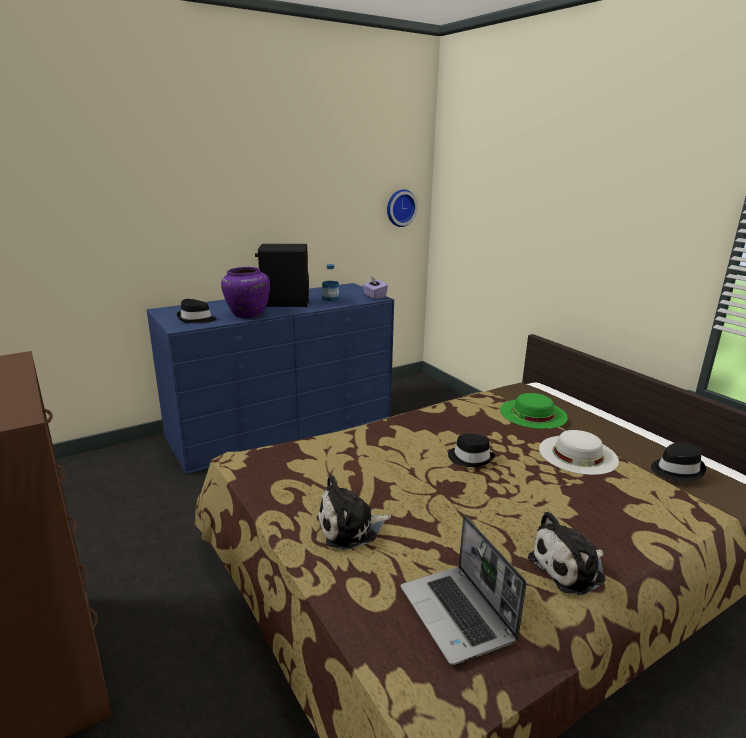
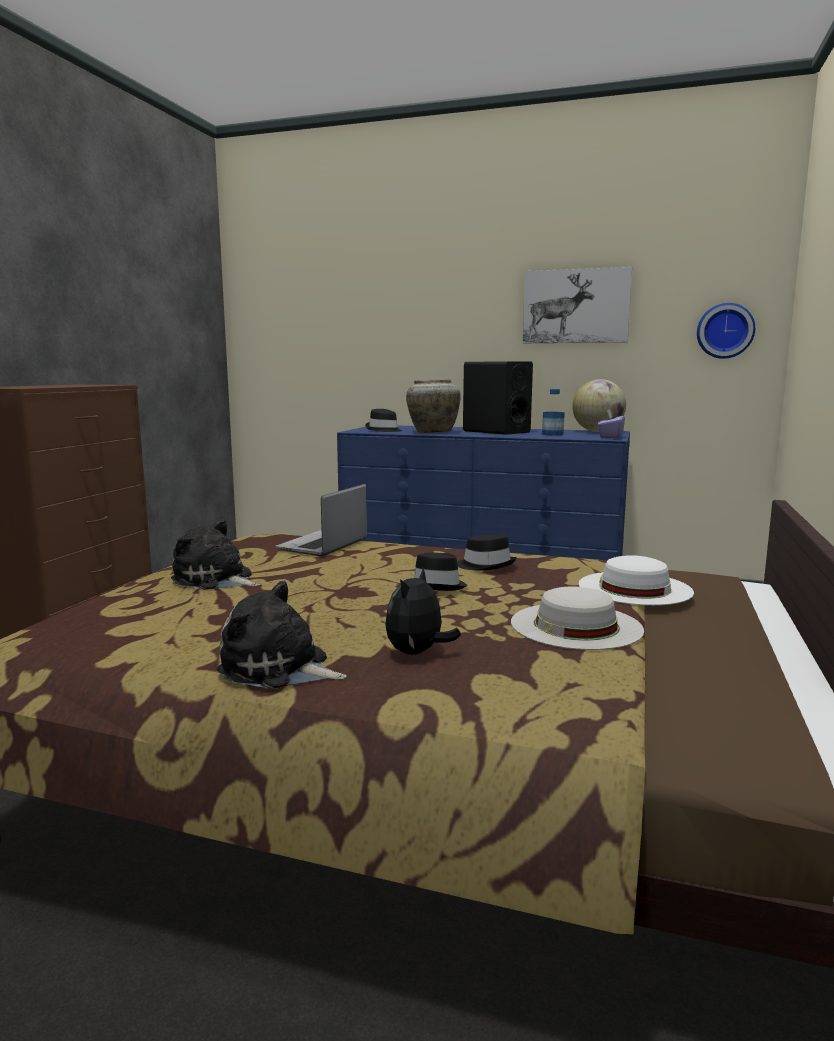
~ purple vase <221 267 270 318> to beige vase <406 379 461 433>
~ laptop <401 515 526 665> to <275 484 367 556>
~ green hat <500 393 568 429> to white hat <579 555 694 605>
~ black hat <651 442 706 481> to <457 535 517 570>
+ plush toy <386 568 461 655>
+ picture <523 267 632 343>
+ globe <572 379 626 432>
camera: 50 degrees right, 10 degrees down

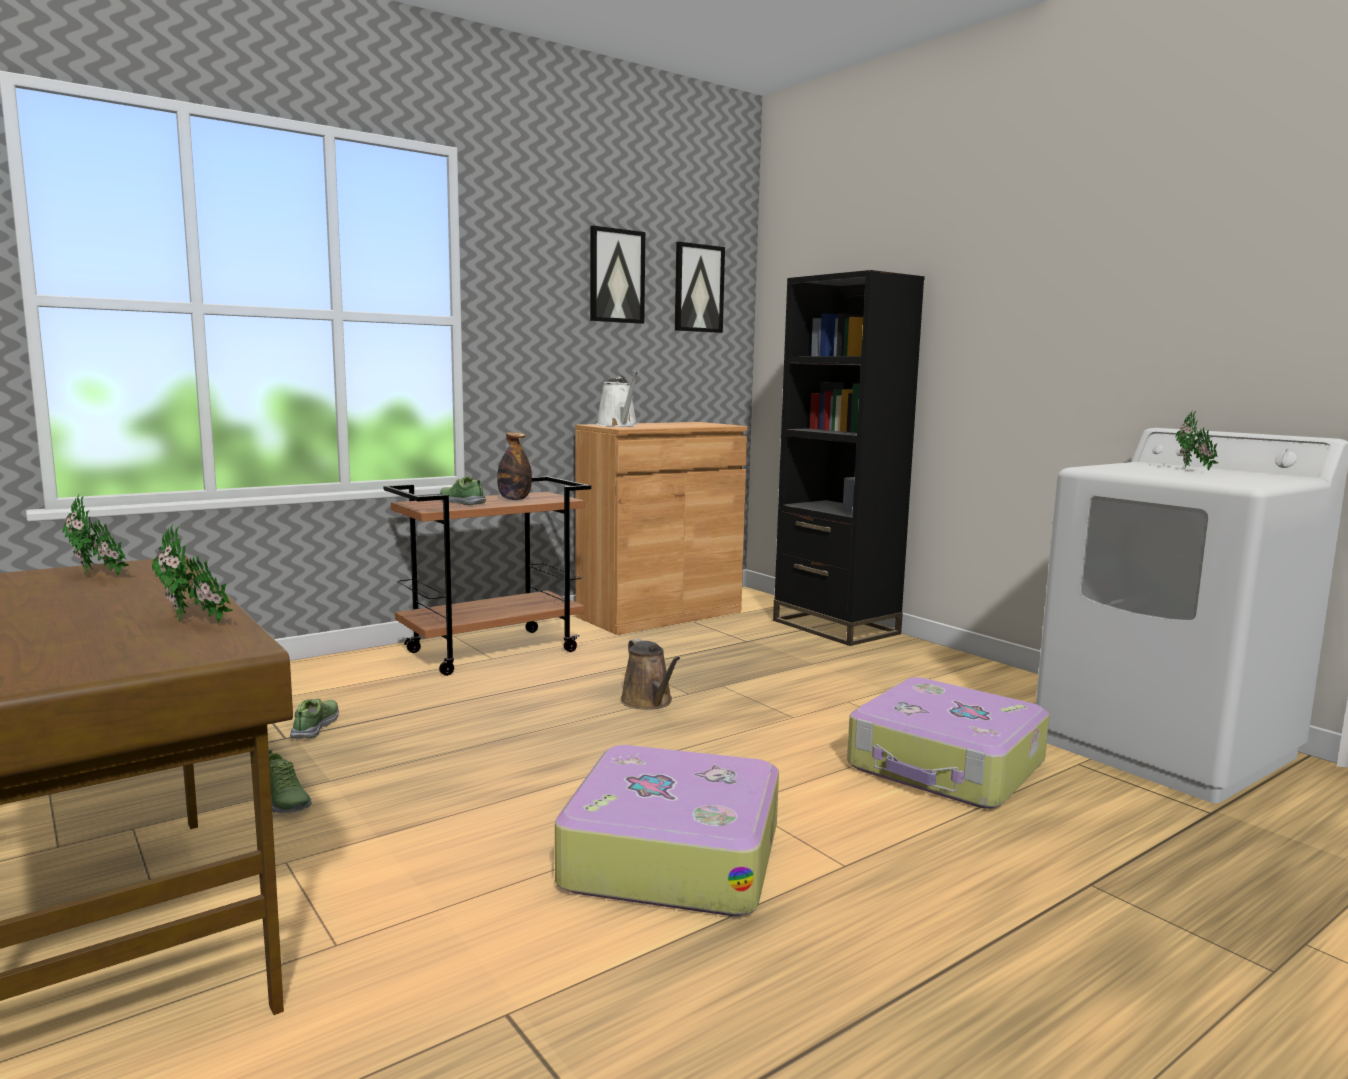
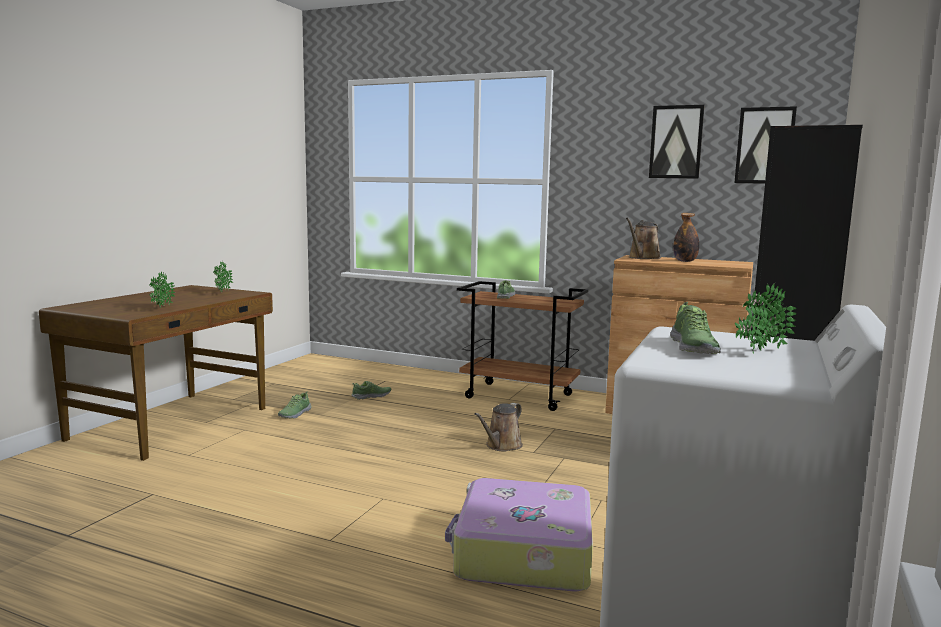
~ bottle <497 432 532 500> to <673 213 699 262>
- suitcase <555 745 779 916>
~ white watering can <597 372 638 427> to brown watering can <626 218 661 259>
+ shoe <670 302 721 354>
camera: 60 degrees right, 0 degrees up

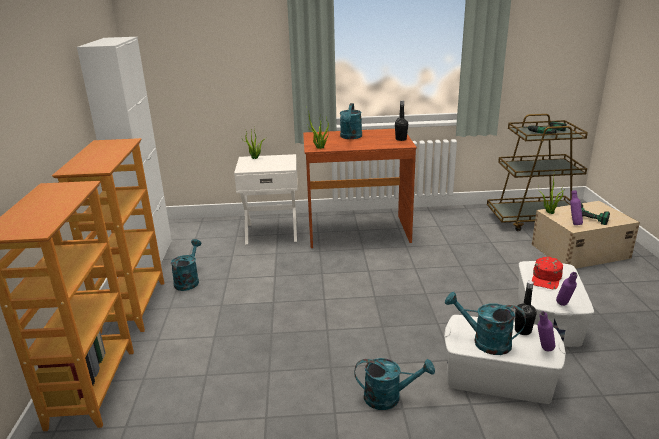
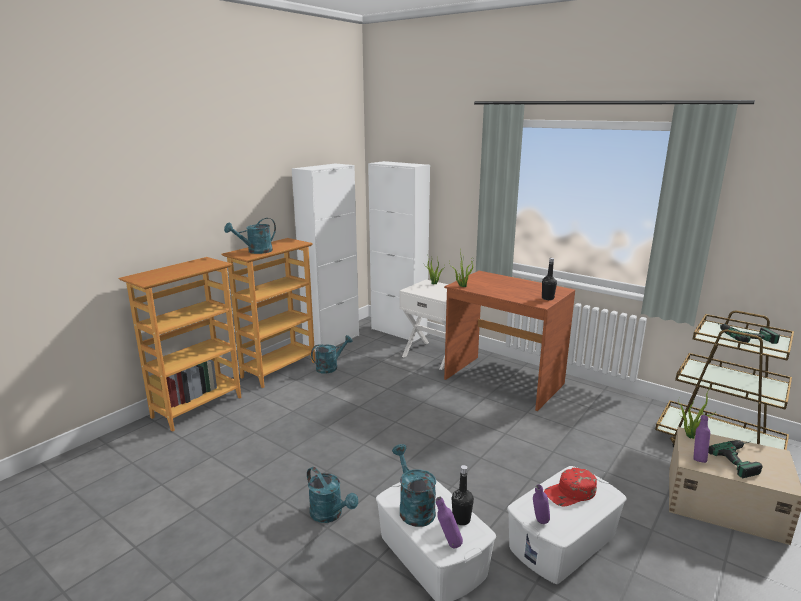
~ turquoise watering can <340 103 362 139> to <224 218 276 254>
+ white cabinet <368 161 430 342>
camera: 40 degrees right, 5 degrees down

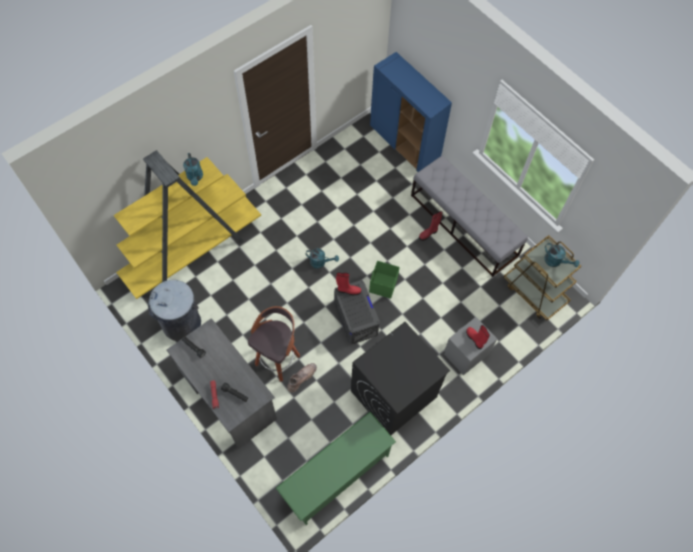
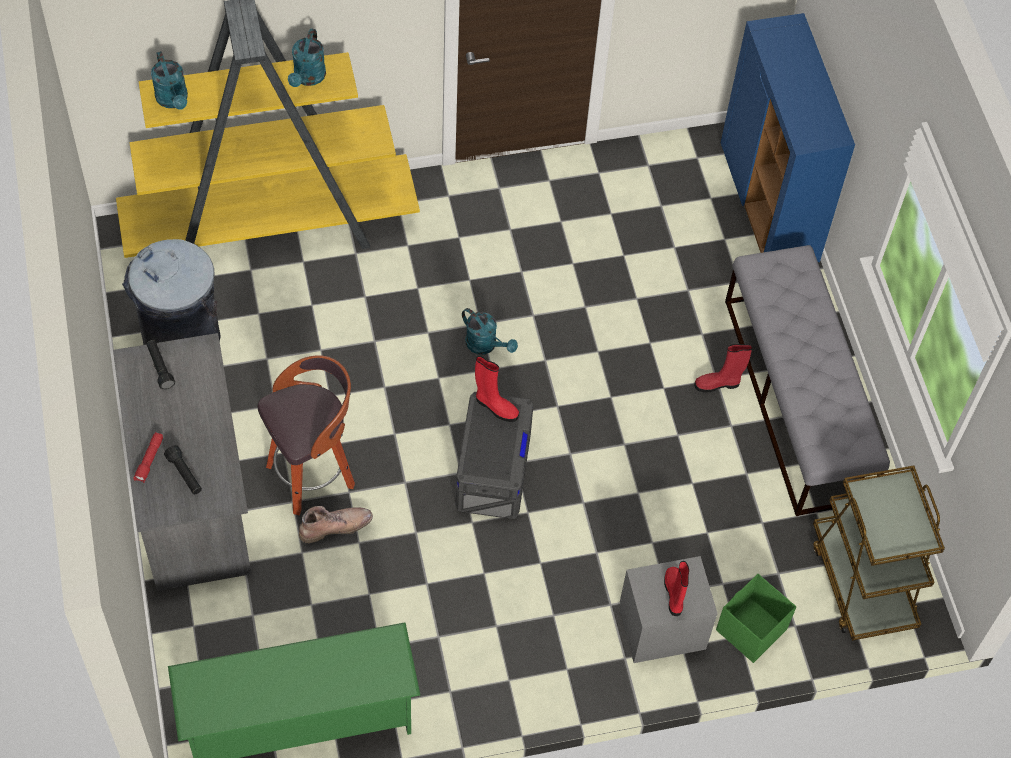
- black washing machine <351 322 450 435>
~ green storage box <369 261 400 299> to <716 574 796 663>
~ turquoise watering can <544 243 579 267> to <151 51 188 110>
camera: 25 degrees right, 5 degrees down

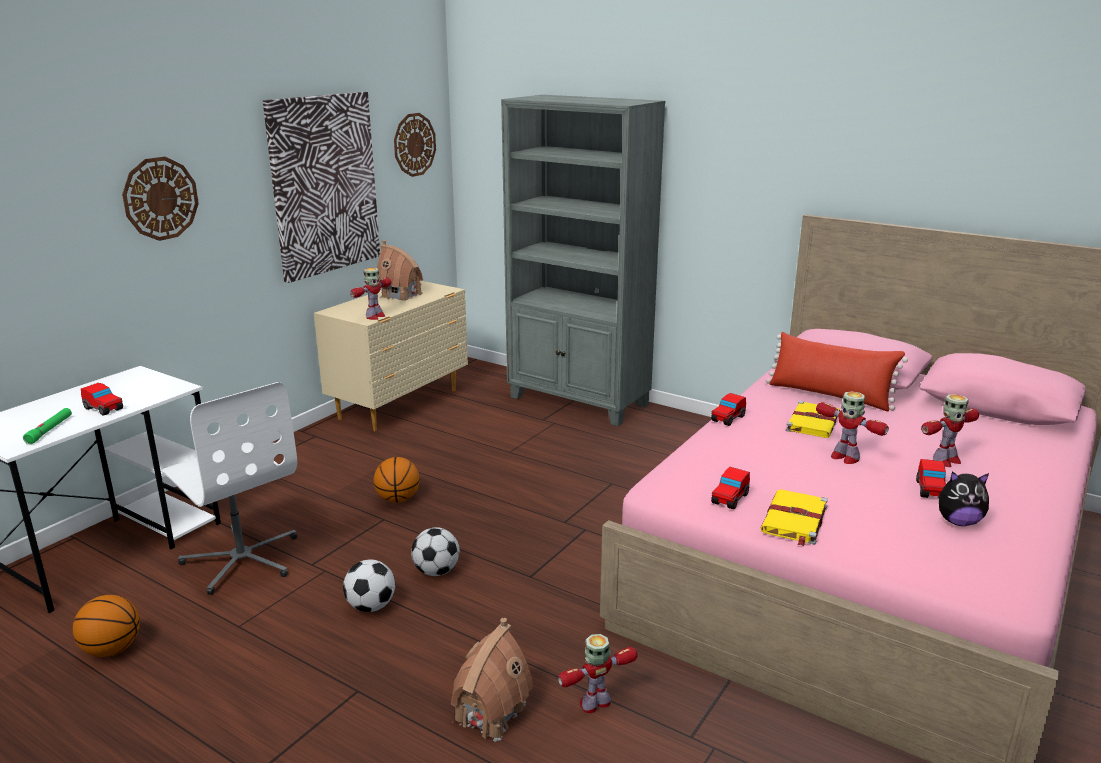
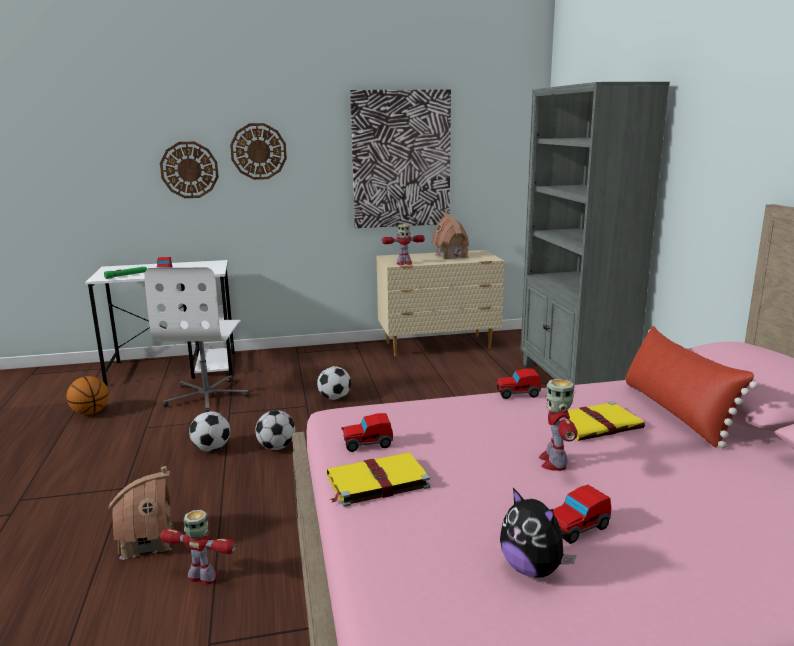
~ basketball <374 457 420 503> to football <317 366 351 400>
~ wall clock <394 113 436 177> to <160 142 219 198>
- toy robot <921 394 979 467>
camera: 45 degrees right, 5 degrees down

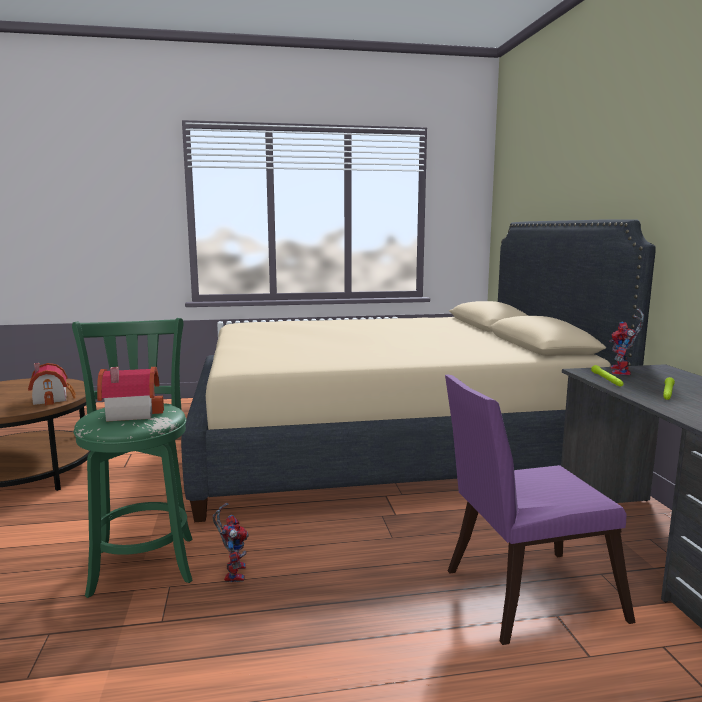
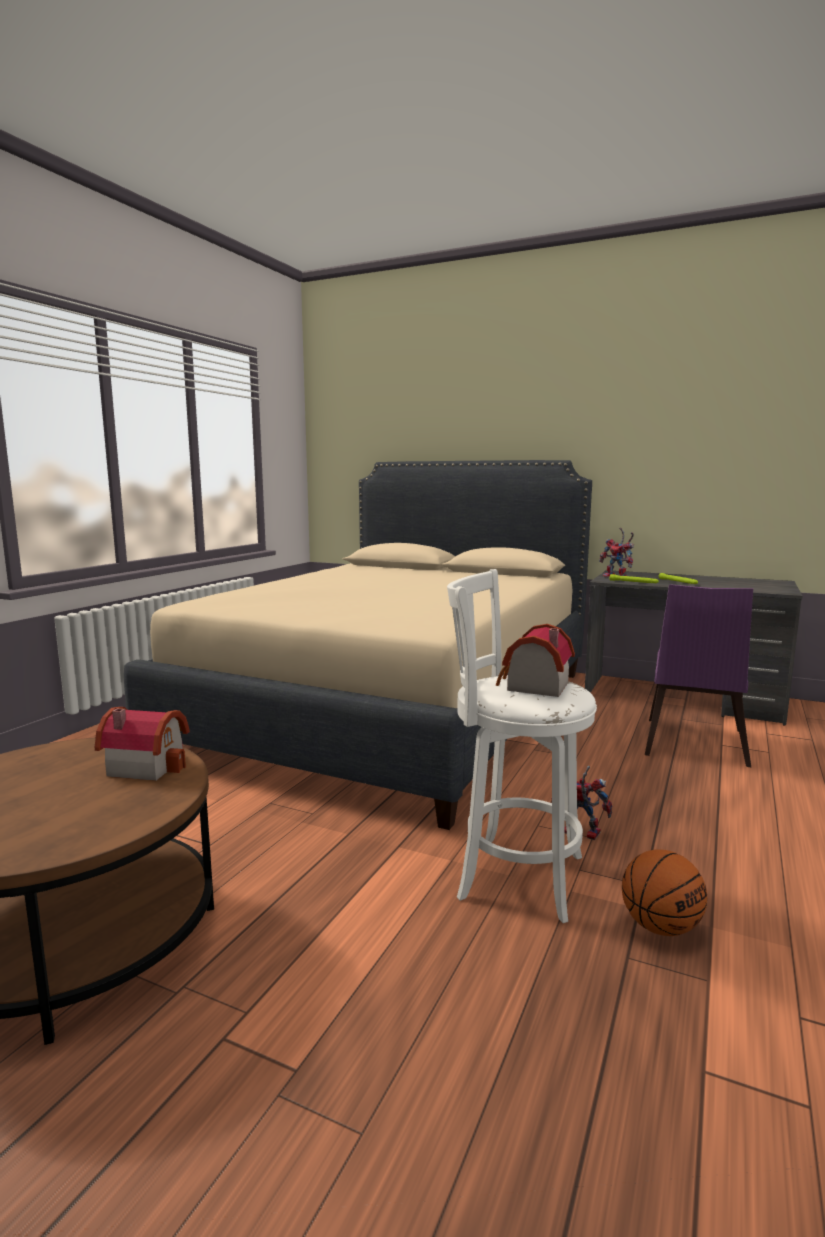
~ green stool <72 318 193 598> to white stool <447 569 597 923>
+ basketball <622 849 707 936>
camera: 55 degrees left, 0 degrees up

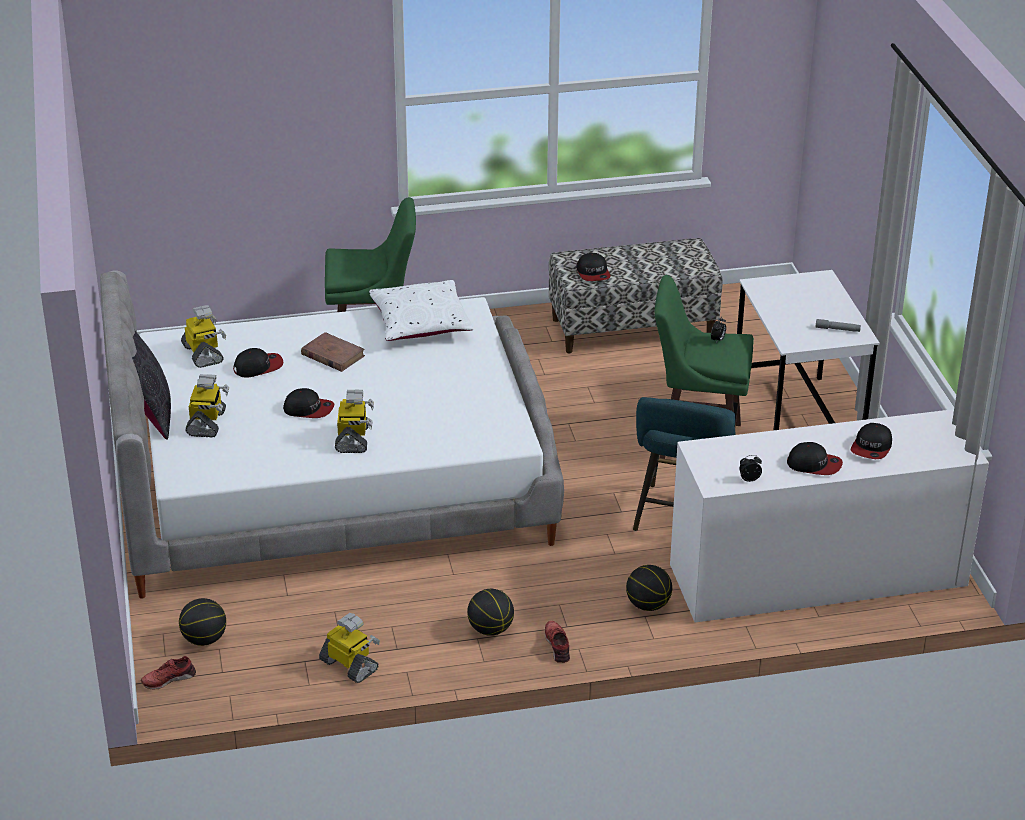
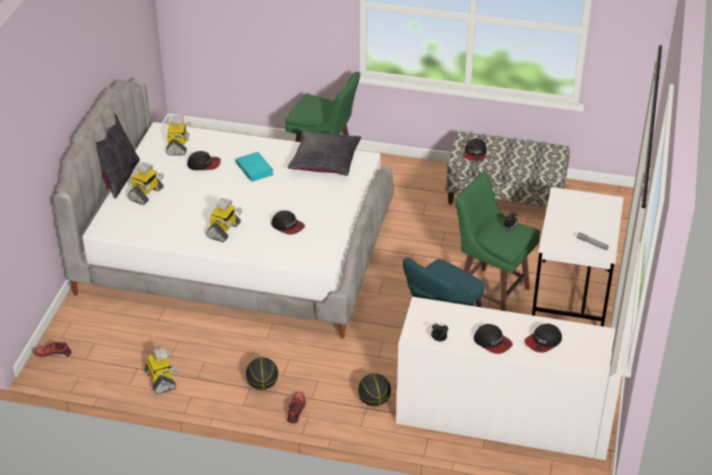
- basketball <179 598 226 646>
~ cap <283 388 334 418> to <271 210 305 235>
~ brown book <301 332 365 372> to turquoise book <235 152 274 182>
~ white pillow <369 280 474 341> to black pillow <288 130 361 176>
camera: 25 degrees right, 5 degrees up

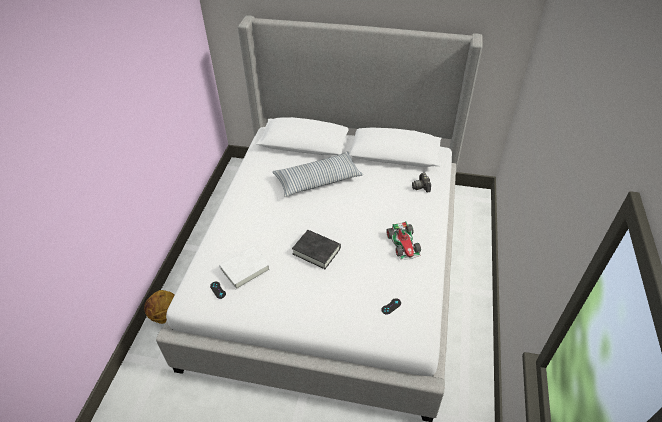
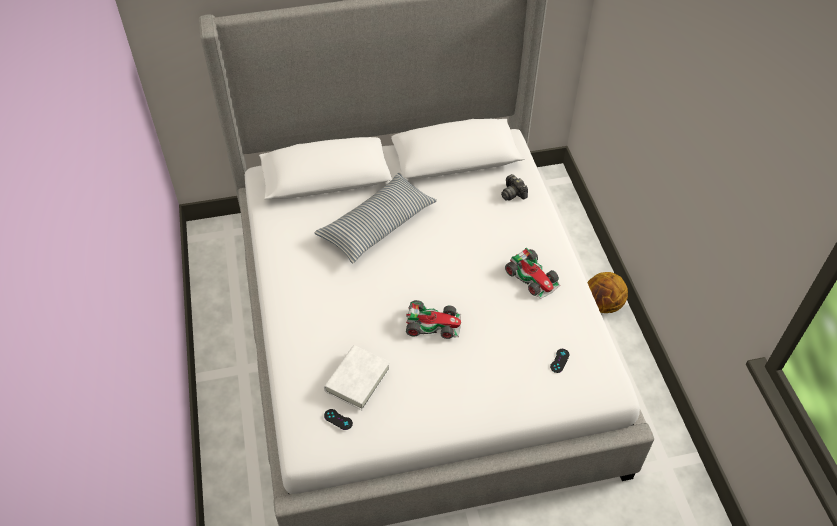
~ basketball <144 290 175 324> to <587 272 628 313>
~ black book <292 230 341 269> to toy car <406 300 461 339>
camera: 25 degrees left, 5 degrees up

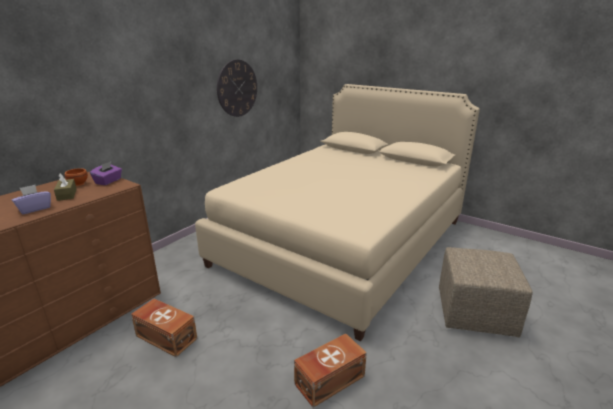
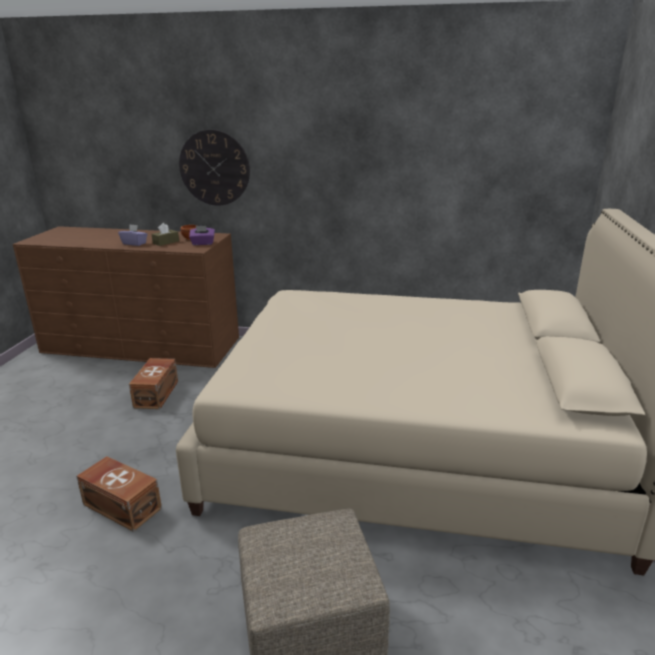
~ wall clock <217 59 257 117> to <179 130 250 206>
camera: 65 degrees right, 0 degrees up

